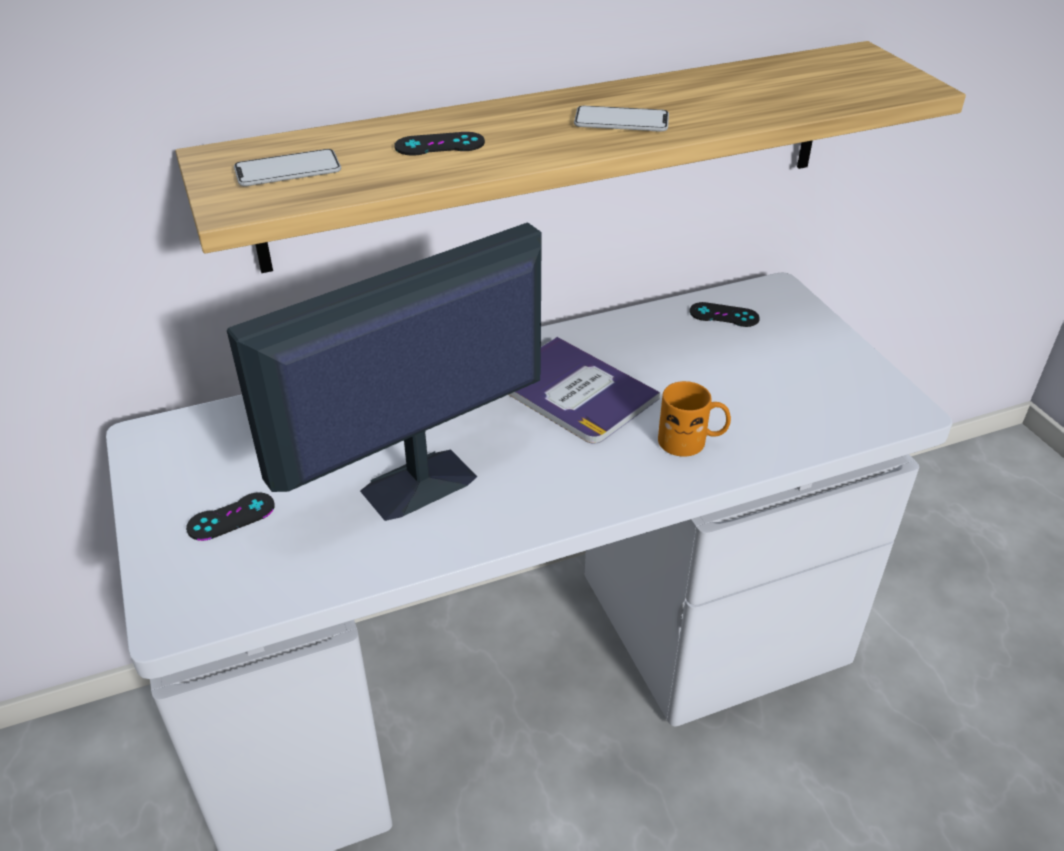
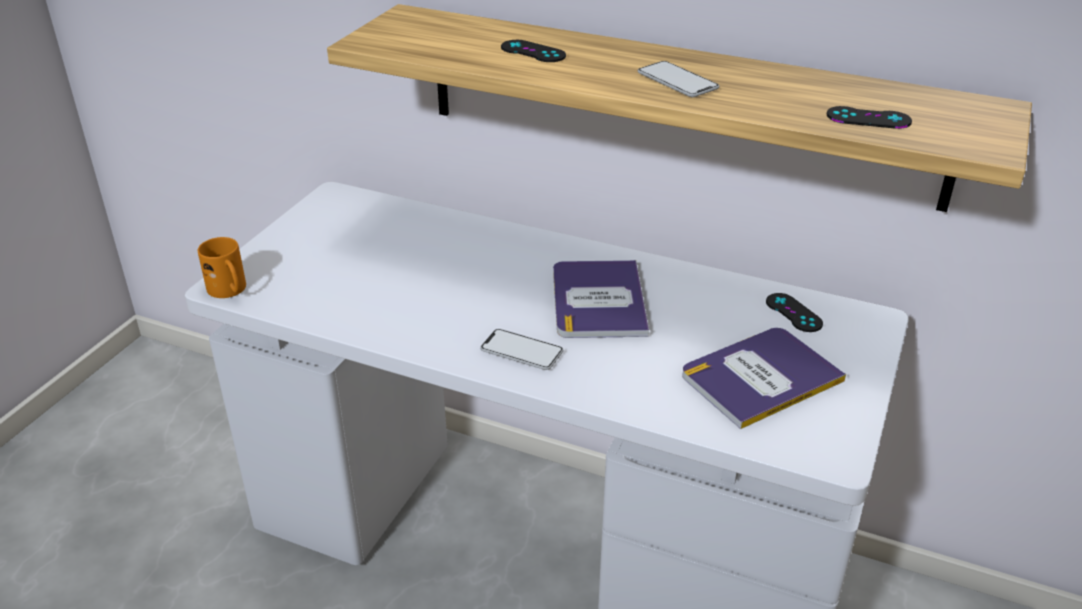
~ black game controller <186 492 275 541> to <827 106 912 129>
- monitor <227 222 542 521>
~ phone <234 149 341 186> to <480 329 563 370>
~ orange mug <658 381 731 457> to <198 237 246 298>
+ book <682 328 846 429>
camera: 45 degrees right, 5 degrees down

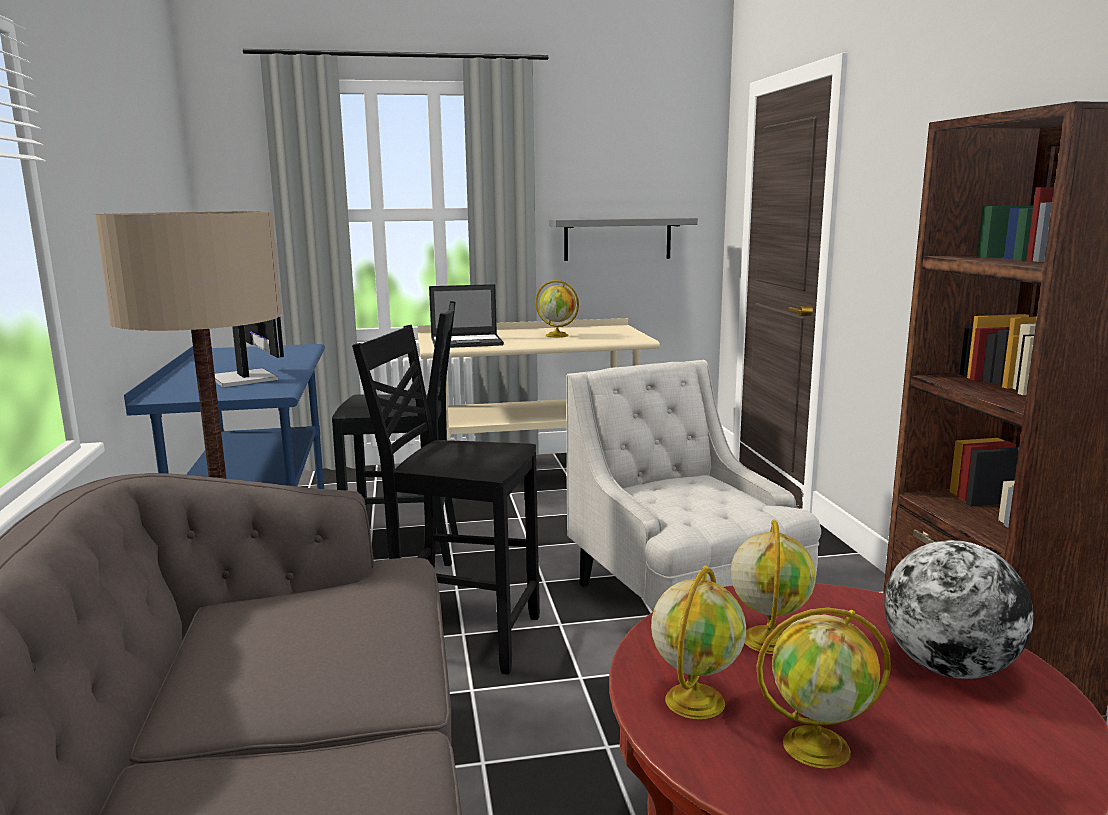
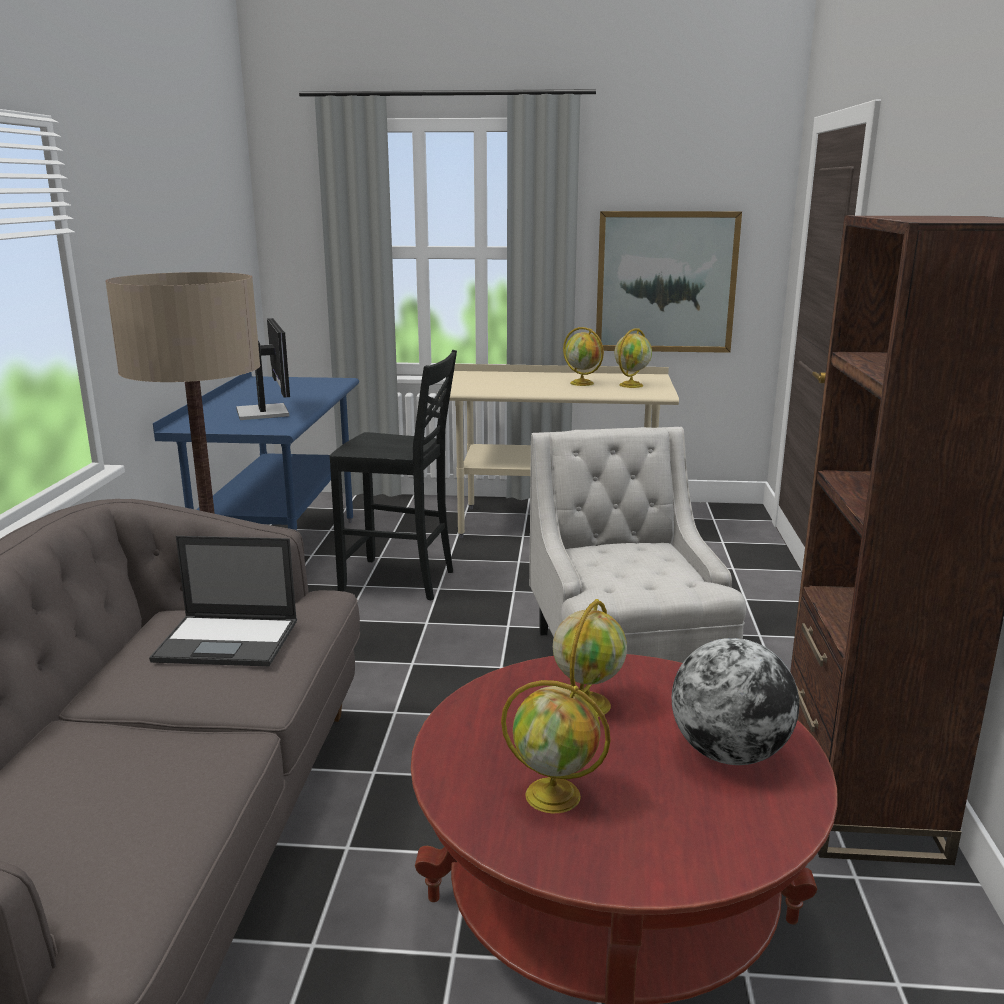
- black chair <352 325 540 675>
~ laptop <429 284 504 348> to <149 536 297 666>
~ grey shelf <549 217 698 261> to picture <596 211 742 353>
~ globe <651 565 746 719> to <614 328 652 388>
camera: 15 degrees right, 5 degrees up

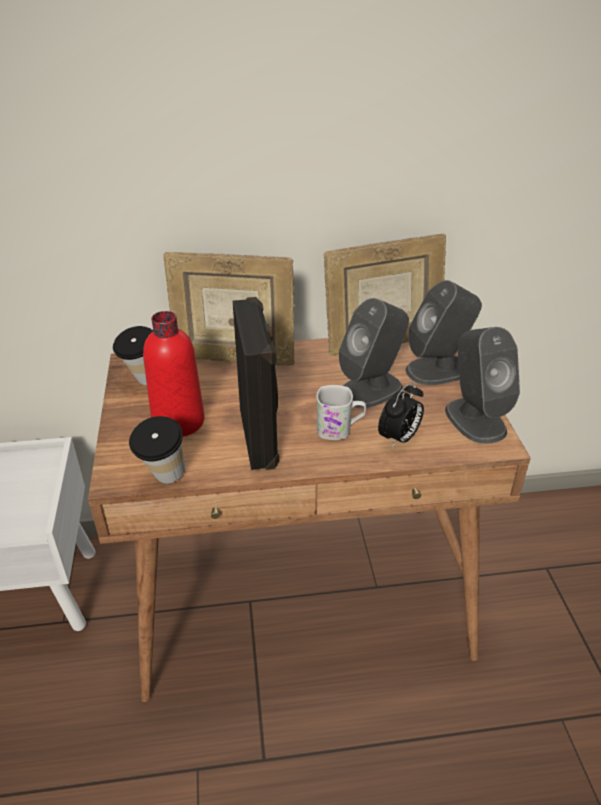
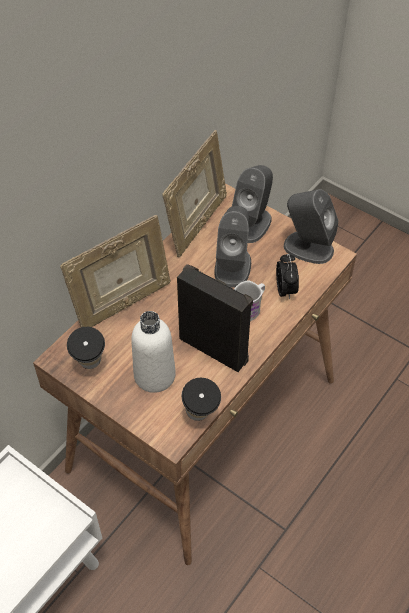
~ red bottle <143 311 205 437> to white bottle <131 311 176 393>
camera: 45 degrees left, 15 degrees up

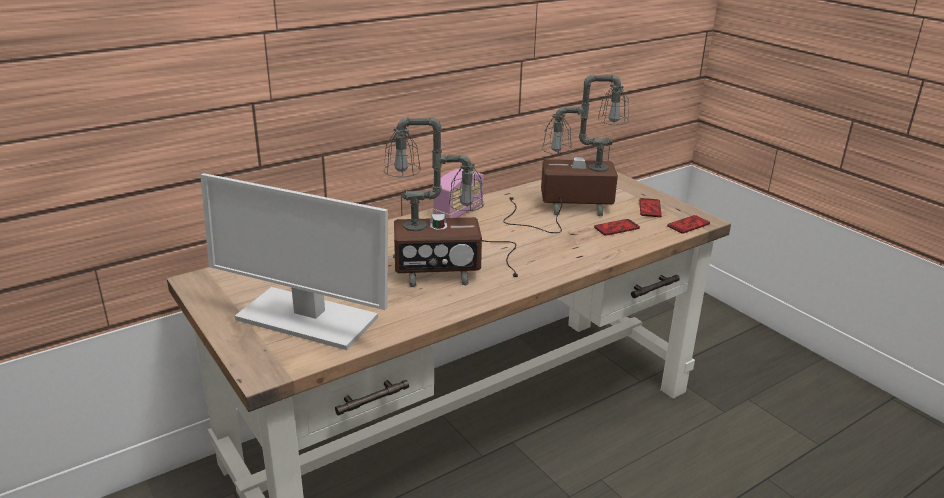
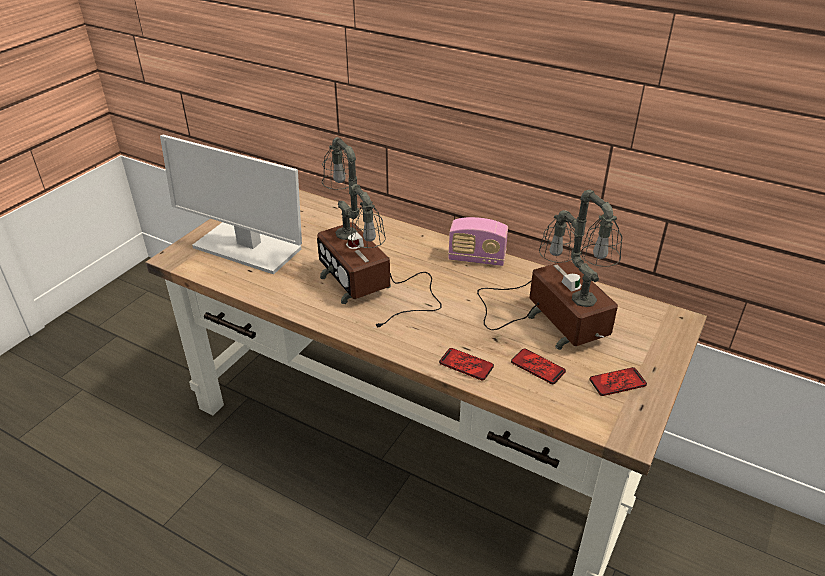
~ monitor <200 173 388 350> = <160 135 302 274> 60 degrees counterclockwise
~ phone <667 215 710 234> to <439 348 494 380>
camera: 65 degrees right, 10 degrees up

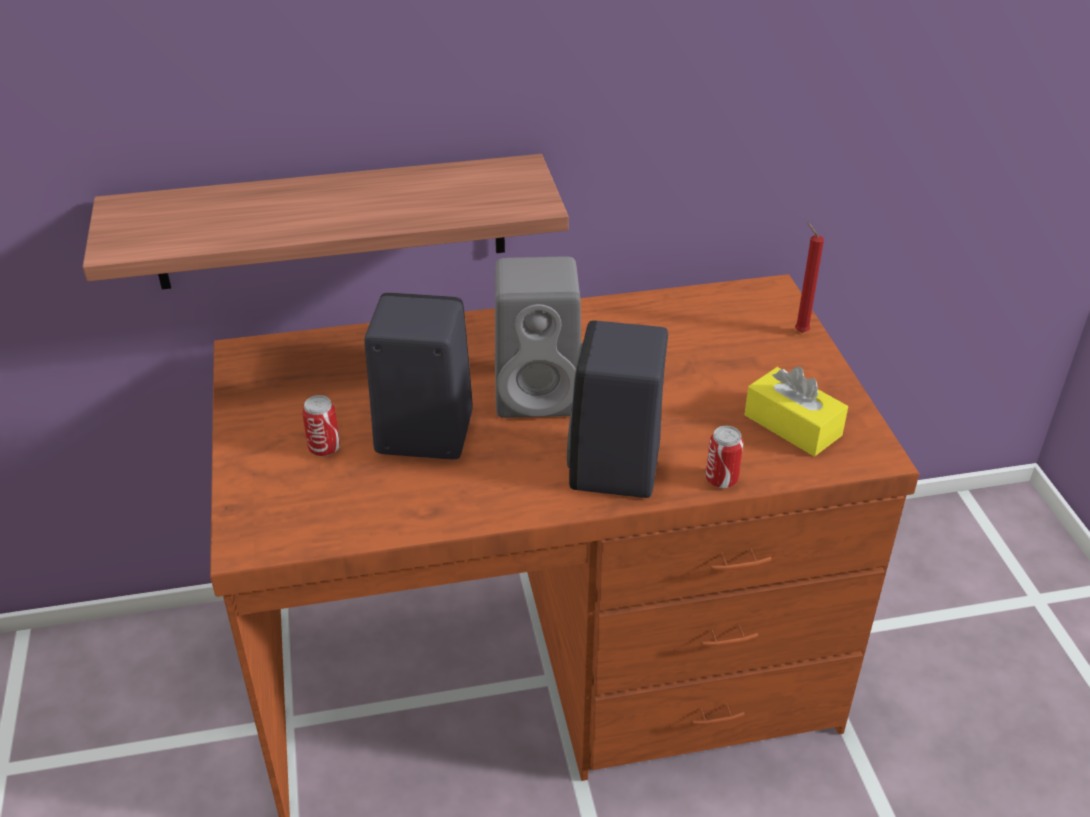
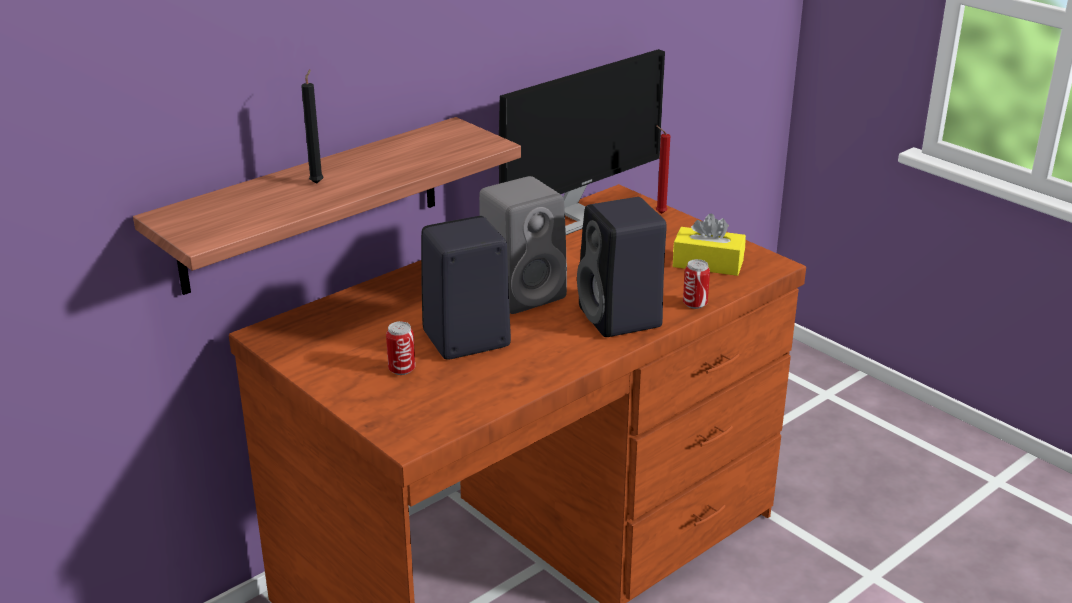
+ black candle <301 69 323 184>
+ monitor <499 49 665 235>
camera: 30 degrees left, 10 degrees down

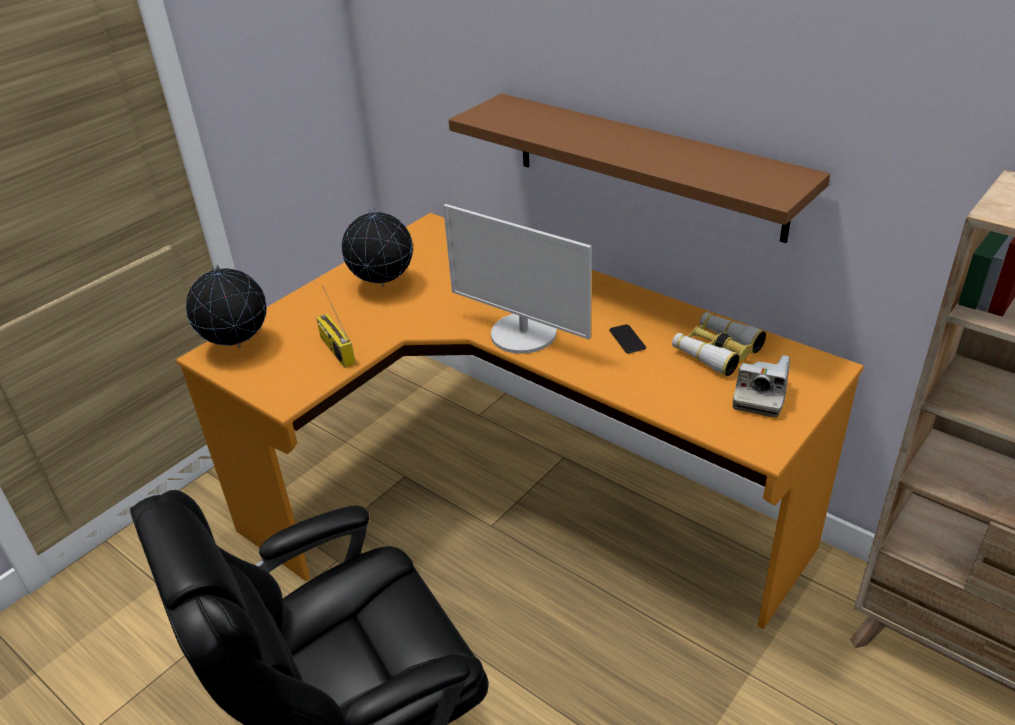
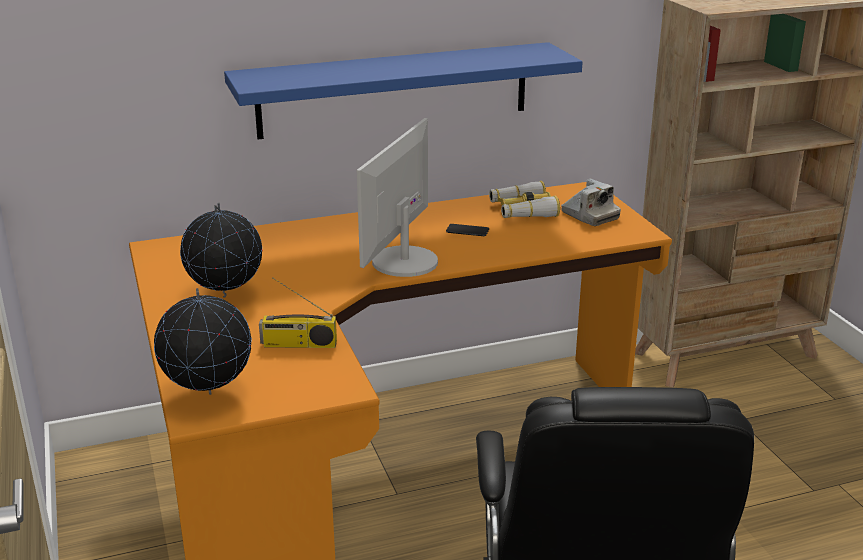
~ monitor <443 204 592 354> = <357 118 438 277> 135 degrees clockwise
~ brown shelf <449 93 830 243> to blue shelf <224 42 582 139>
camera: 60 degrees left, 10 degrees down

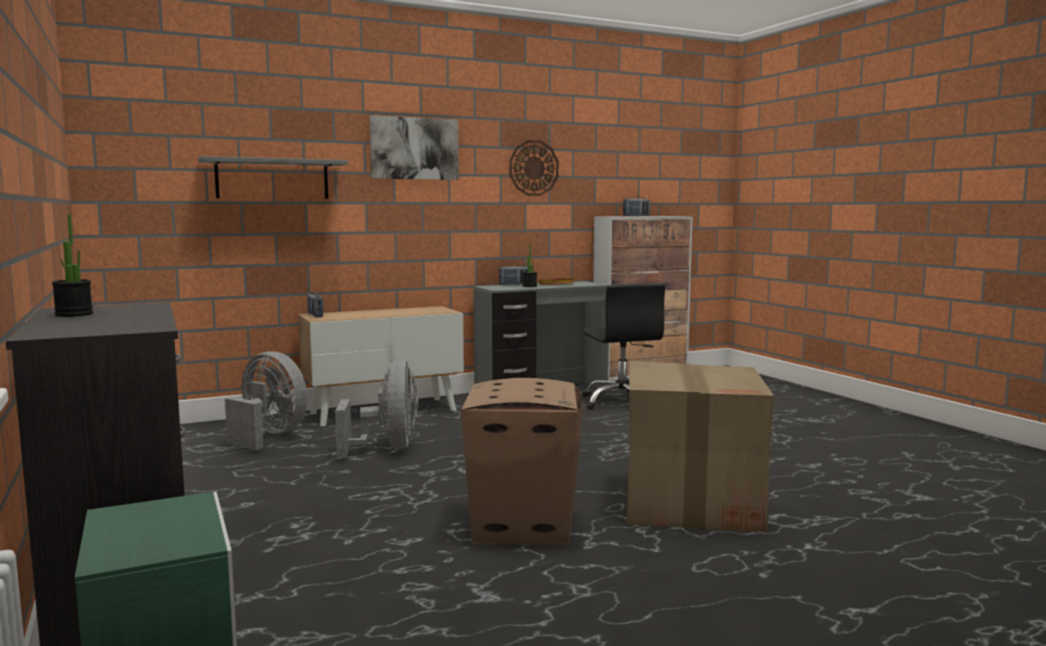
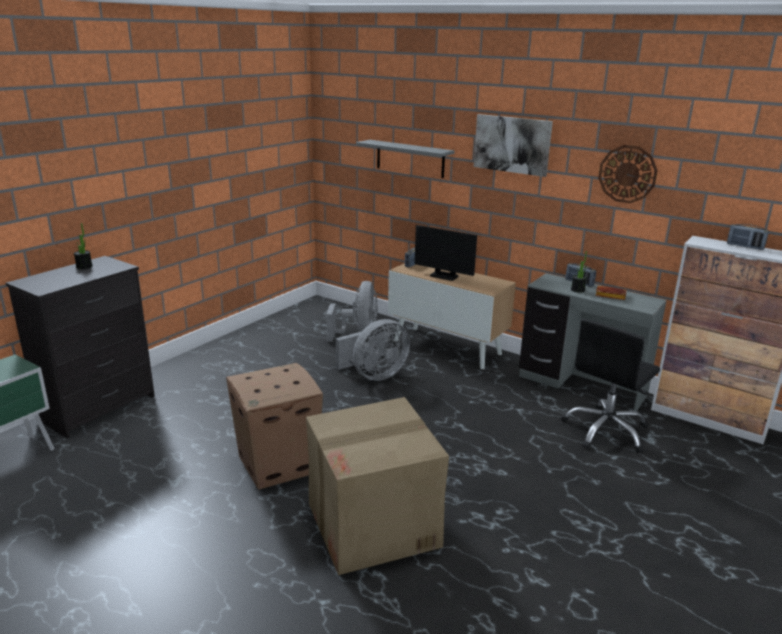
+ monitor <415 225 477 281>
camera: 60 degrees right, 15 degrees up

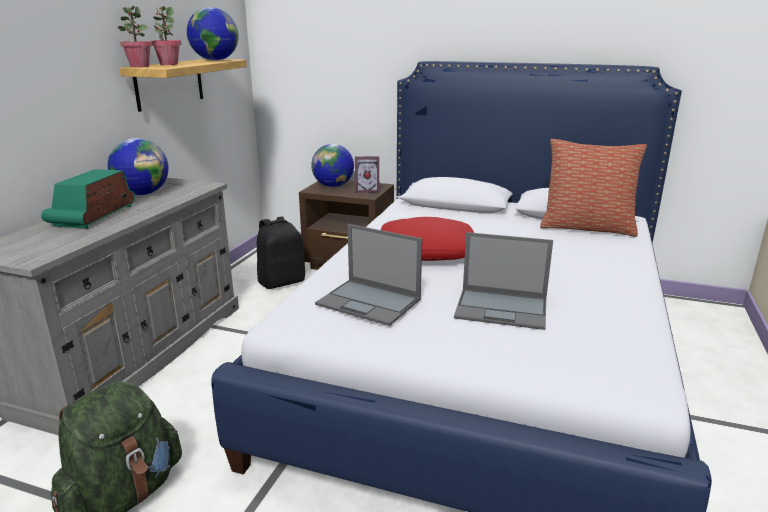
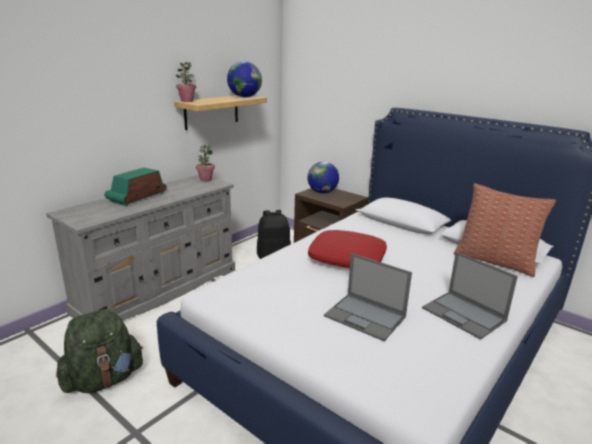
- globe <108 138 169 195>
~ potted plant <152 6 181 65> to <196 145 215 182>
~ laptop <315 224 422 326> to <422 251 518 340>
- picture frame <355 156 380 193>
camera: 20 degrees right, 0 degrees up

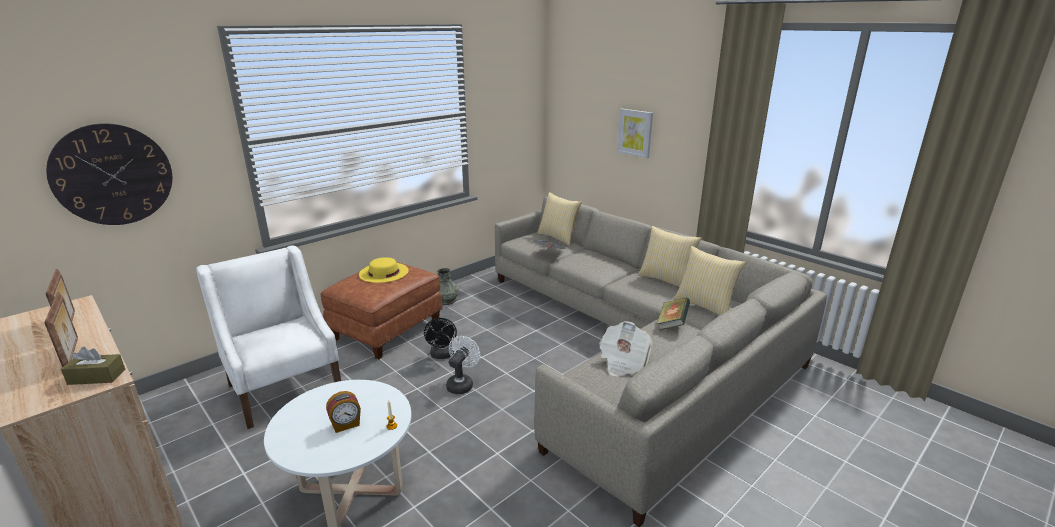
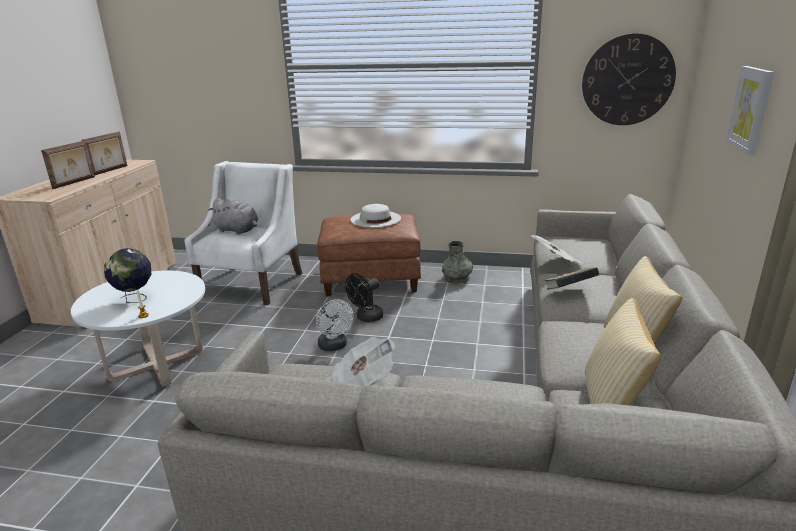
~ wall clock <46 123 172 225> to <582 33 676 125>
- brown tissue box <61 347 125 385>
~ alarm clock <326 391 361 433> to globe <104 248 151 303>
~ yellow hat <359 257 409 283> to white hat <351 204 401 227>
~ white fan <446 336 480 394> = <316 299 354 351> 75 degrees clockwise
- pillow <538 192 582 246>
~ book <657 298 690 330> to <544 267 599 290>
+ grey plush toy <209 198 258 235>
camera: 55 degrees right, 0 degrees up

